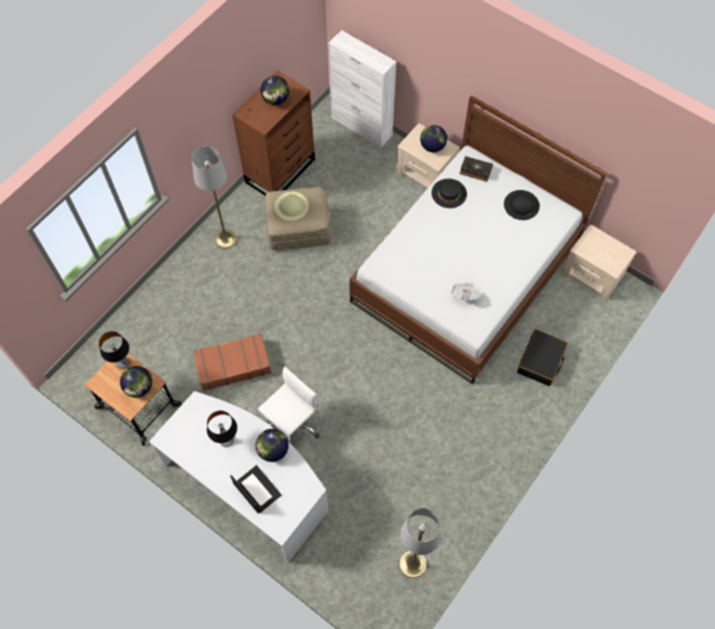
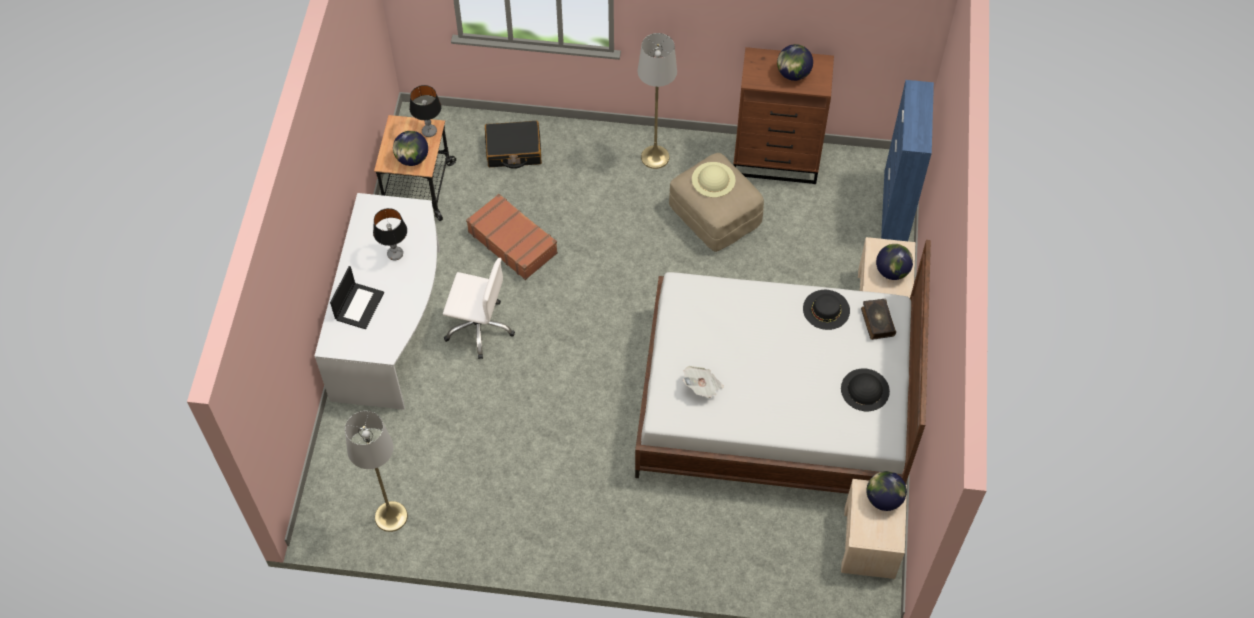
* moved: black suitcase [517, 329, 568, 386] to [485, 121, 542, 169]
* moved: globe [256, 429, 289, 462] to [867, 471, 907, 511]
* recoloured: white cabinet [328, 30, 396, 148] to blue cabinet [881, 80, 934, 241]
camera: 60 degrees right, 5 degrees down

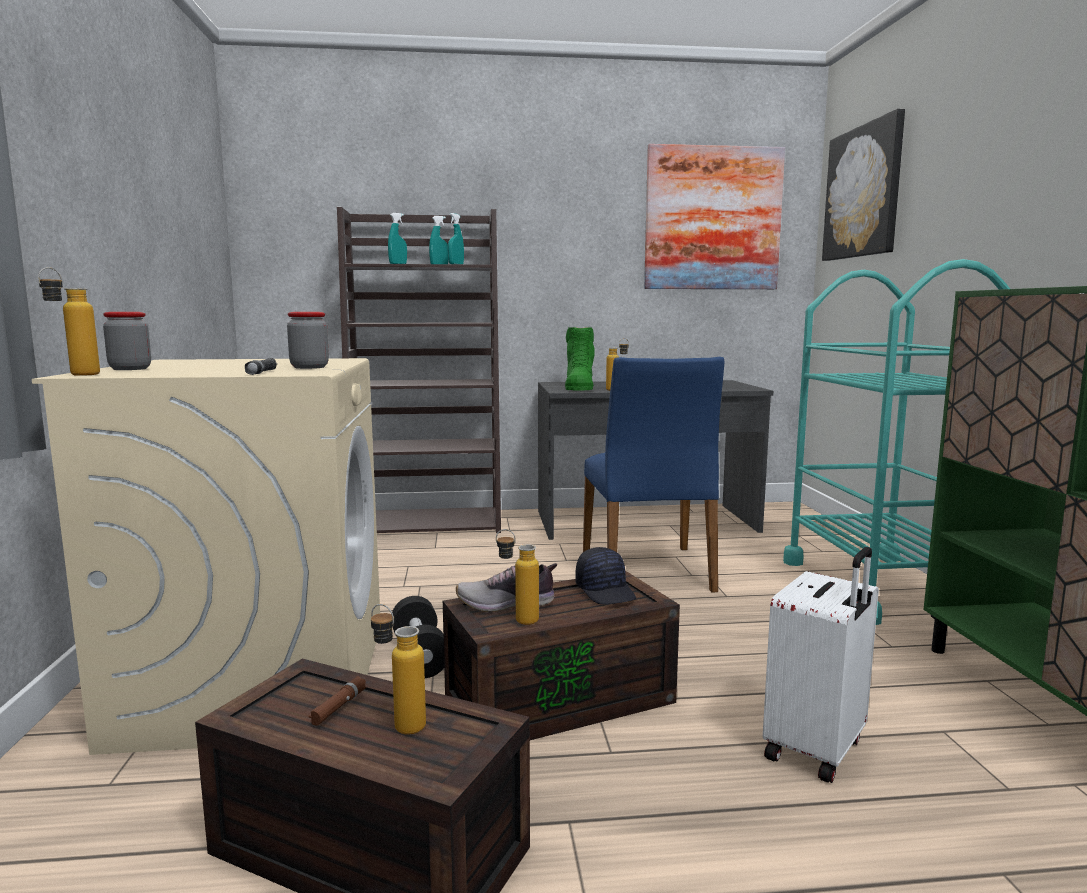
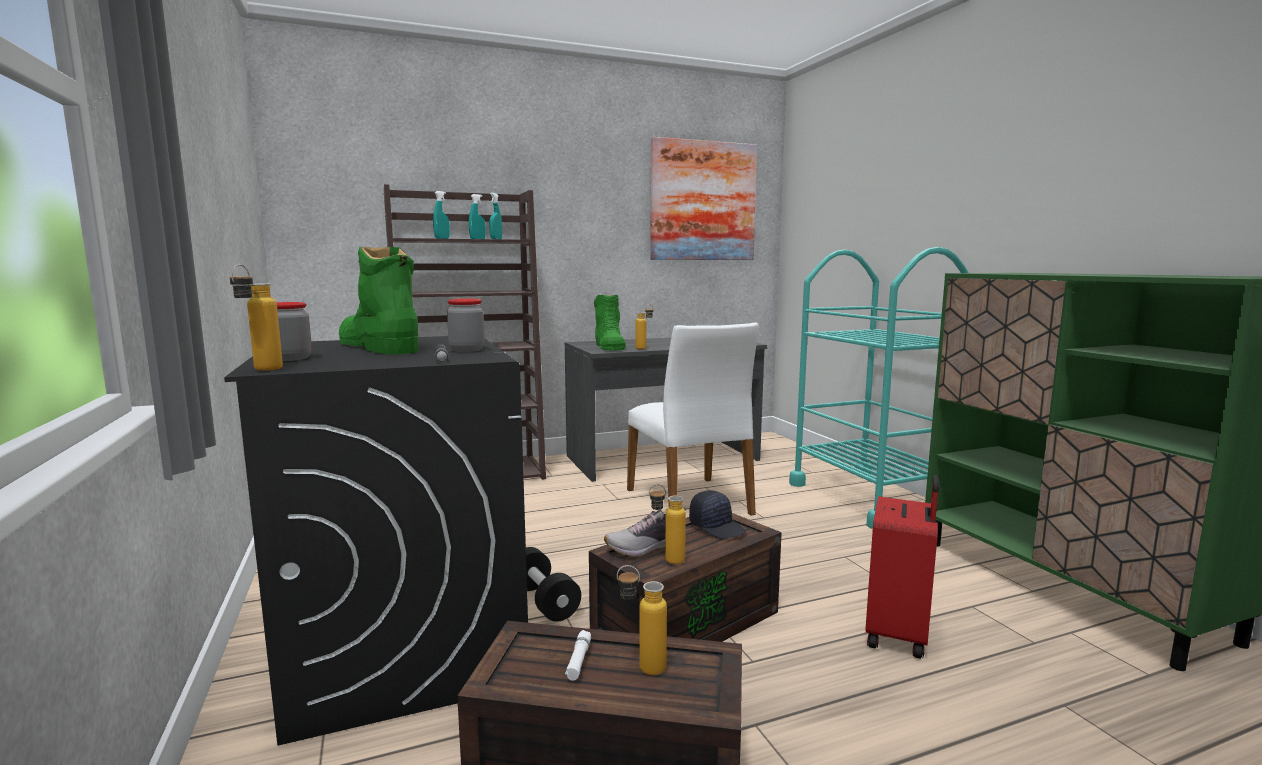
* recoloured: beige washing machine [32, 358, 380, 755] to black washing machine [224, 336, 528, 746]
* added: green boot [339, 246, 418, 354]
* recoloured: brown flashlight [308, 676, 366, 726] to white flashlight [565, 630, 591, 680]
* recoloured: blue chair [583, 357, 724, 592] to white chair [627, 322, 759, 516]
* recoloured: white suitcase [763, 547, 879, 783] to red suitcase [865, 475, 939, 659]
* removed: picture [822, 109, 905, 261]
camera: 15 degrees left, 0 degrees up

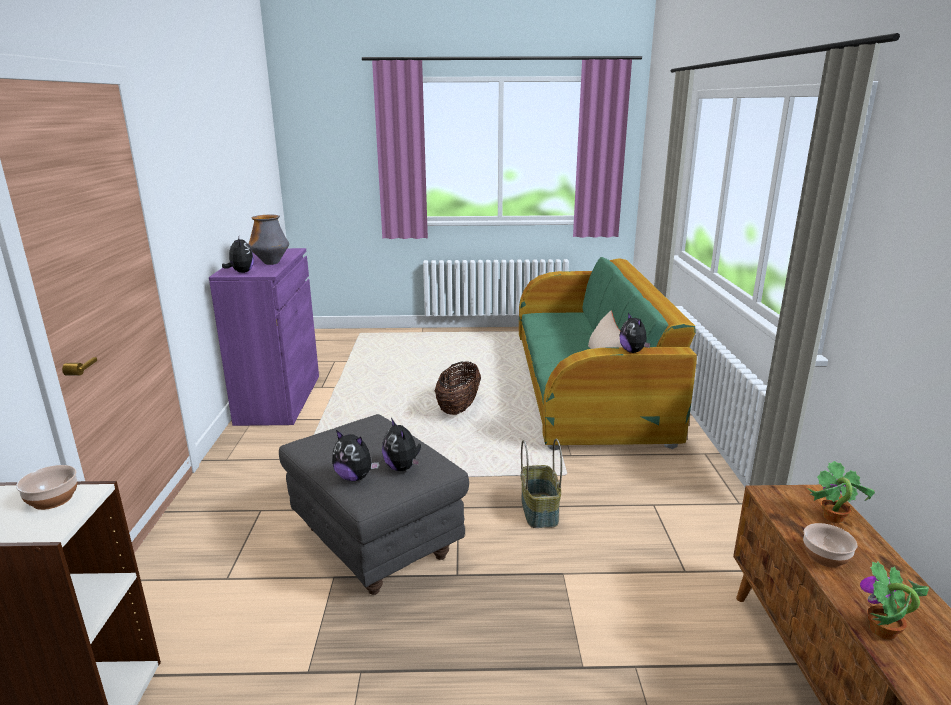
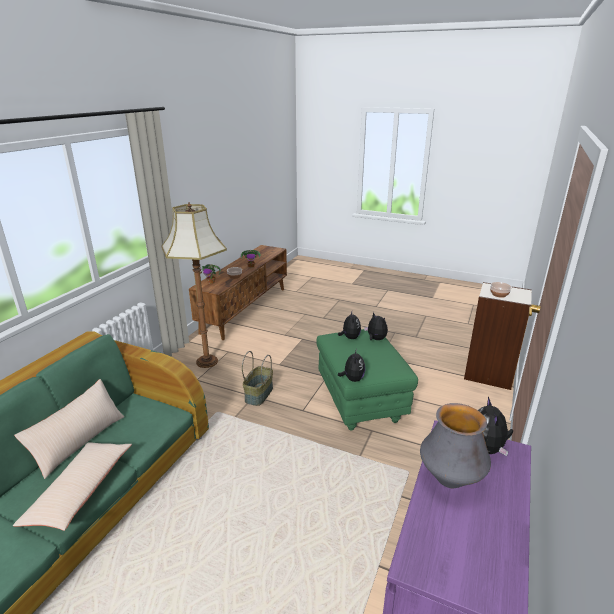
* added: beige pillow [13, 442, 132, 531]
* added: floor lamp [162, 202, 227, 368]
* recoloured: grey ottoman [279, 414, 469, 595] to green ottoman [316, 329, 418, 431]
* moved: plush toy [619, 313, 651, 353] to [338, 348, 365, 382]
* removed: basket [435, 361, 481, 415]
camera: 155 degrees left, 5 degrees up

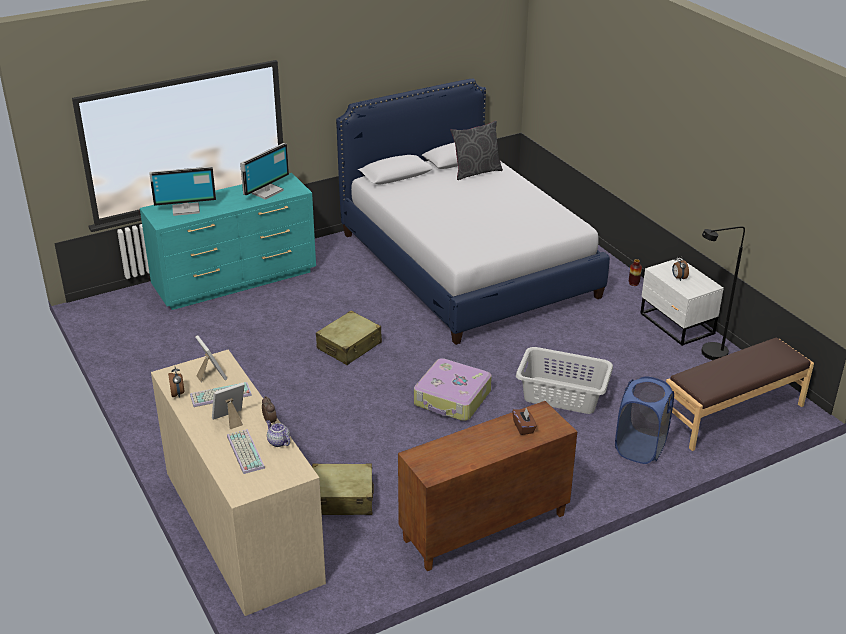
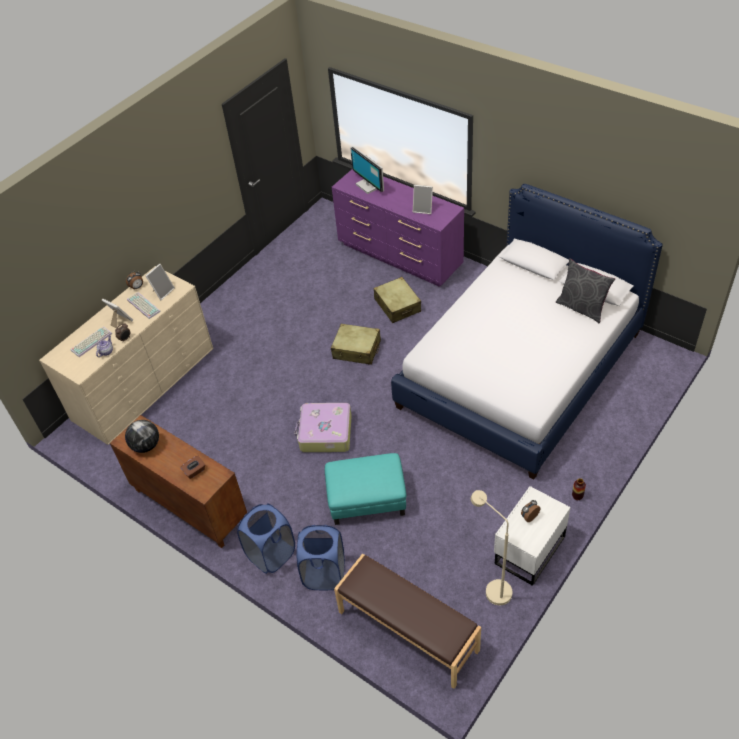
* added: globe [125, 420, 159, 453]
* added: blue laundry basket [237, 503, 295, 574]
* replaced: grey laundry basket [516, 347, 613, 414] to turquoise ottoman [325, 453, 406, 525]
* recoloured: turquoise dresser [140, 173, 316, 310] to purple dresser [332, 170, 464, 287]
* moved: beige suitcase [312, 463, 374, 515] to [374, 277, 421, 323]
* replaced: monitor [240, 143, 289, 200] to picture frame [413, 185, 433, 214]
* recoloured: black floor lamp [701, 226, 745, 360] to beige floor lamp [471, 490, 512, 605]
camera: 70 degrees right, 15 degrees up

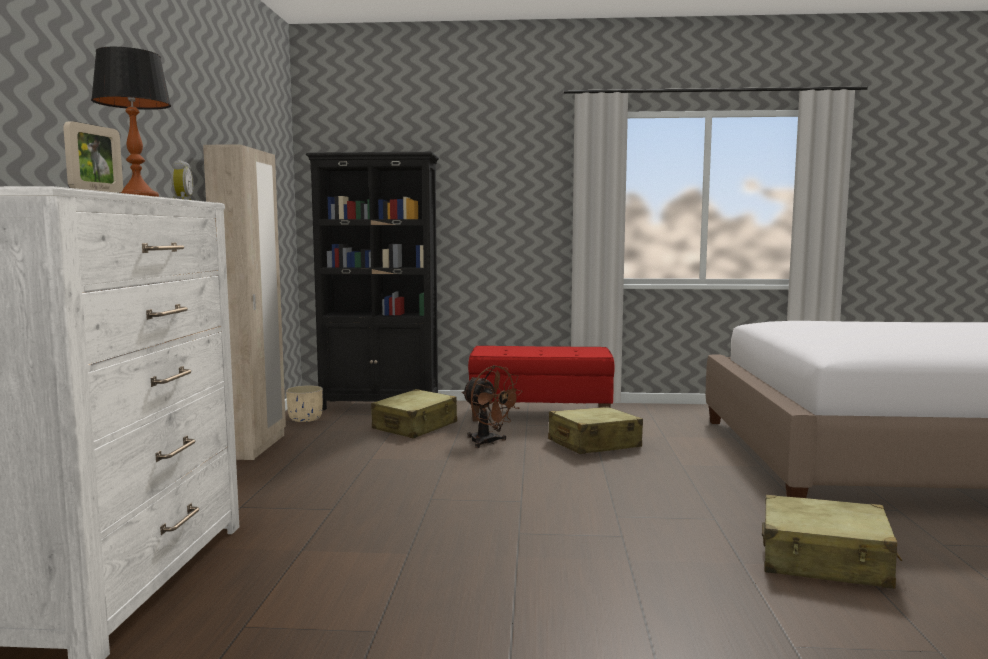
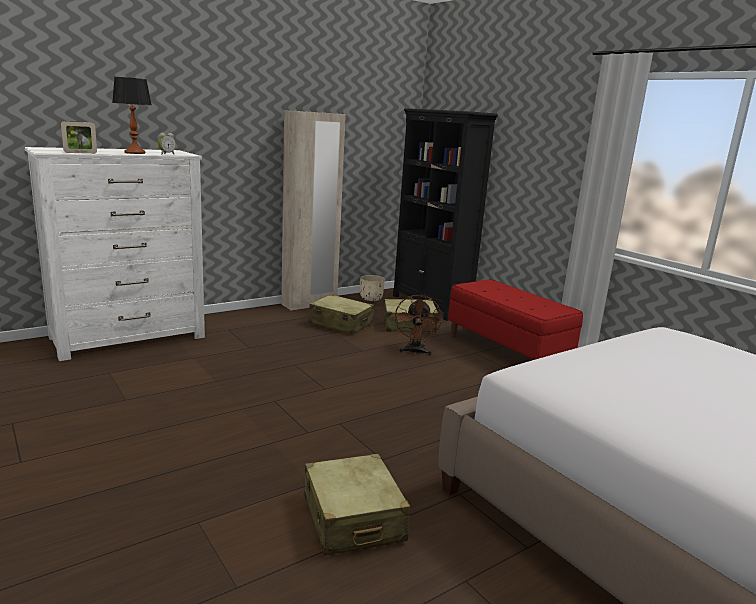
* moved: beige suitcase [548, 407, 643, 454] to [309, 294, 374, 335]
camera: 50 degrees right, 10 degrees up

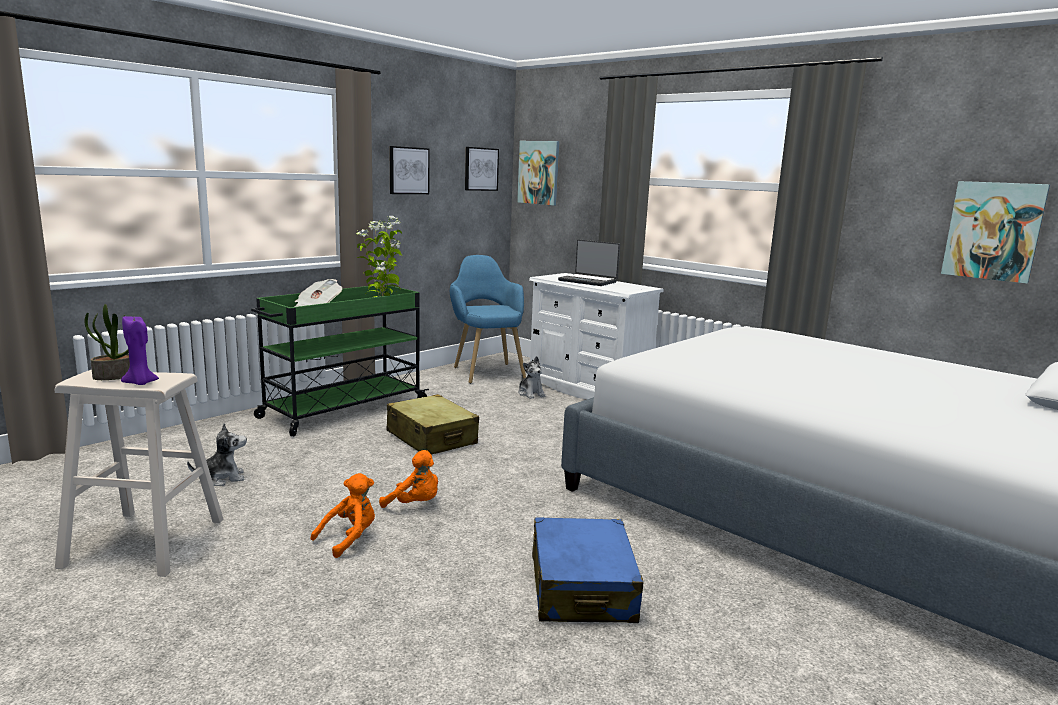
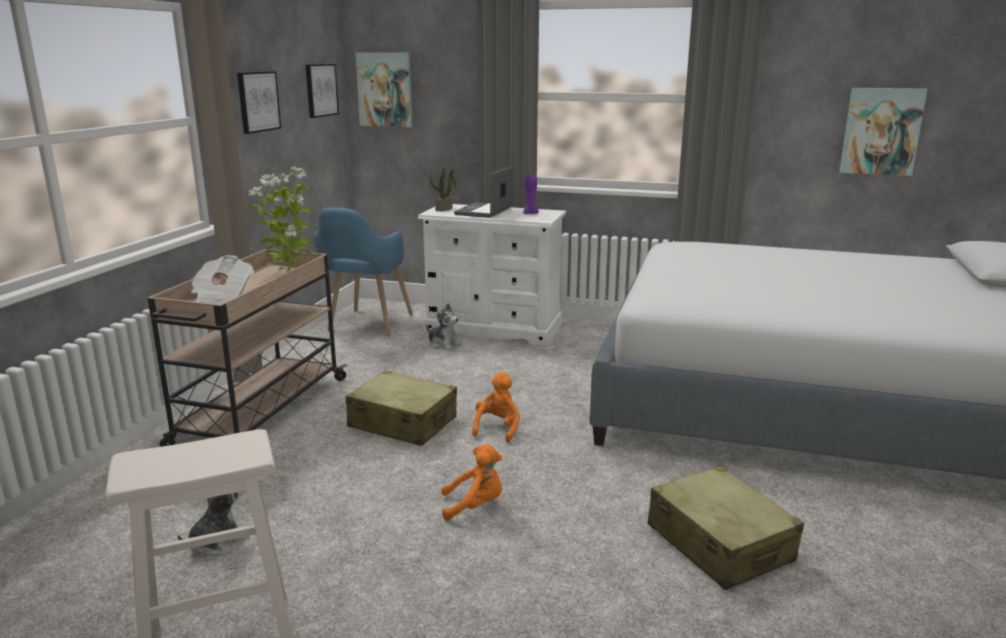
* recoloured: green cart [251, 285, 429, 436] to beige cart [147, 249, 348, 447]
* turned: blue armchair [450, 255, 526, 384] = [314, 208, 413, 336] 120 degrees counterclockwise
* moved: potted plant [85, 304, 130, 380] to [430, 166, 456, 211]
* turned: laptop [558, 239, 620, 286] = [454, 166, 512, 218] 105 degrees clockwise
* moved: orange plush toy [311, 473, 375, 558] to [472, 372, 520, 443]
* moved: purple candle [121, 316, 159, 385] to [523, 174, 539, 214]
* recoloured: blue suitcase [532, 517, 644, 623] to beige suitcase [647, 466, 804, 590]
camera: 25 degrees left, 5 degrees up

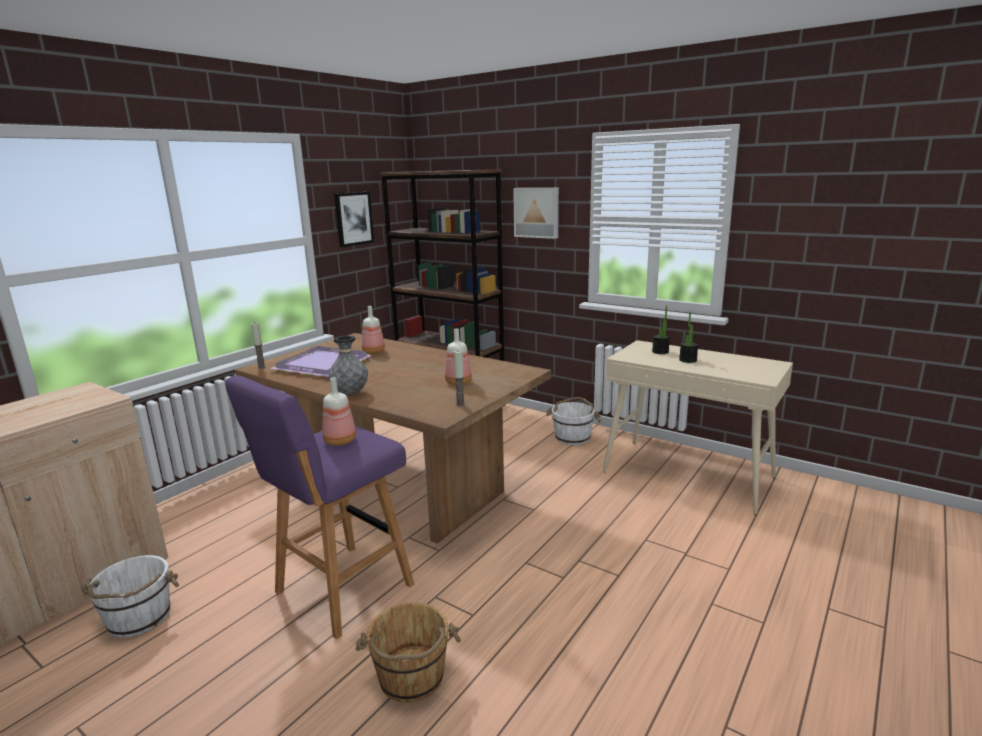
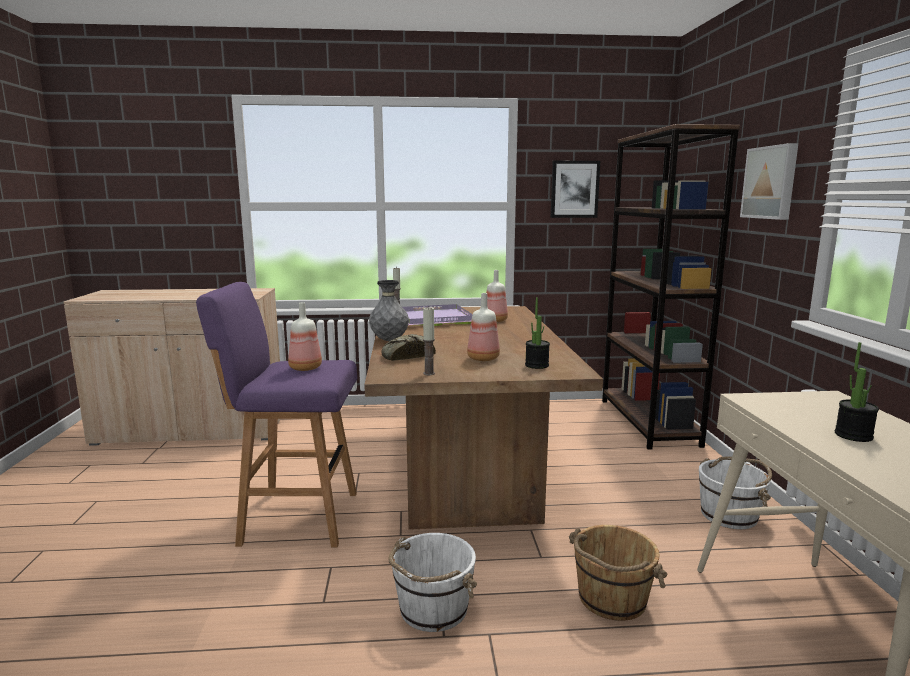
* added: bread [381, 334, 436, 361]
* moved: white bucket [81, 555, 179, 638] to [388, 533, 477, 632]
* moved: potted plant [652, 305, 670, 354] to [525, 297, 550, 369]
* moved: brown bucket [355, 603, 461, 703] to [569, 525, 668, 621]
camera: 50 degrees right, 5 degrees down

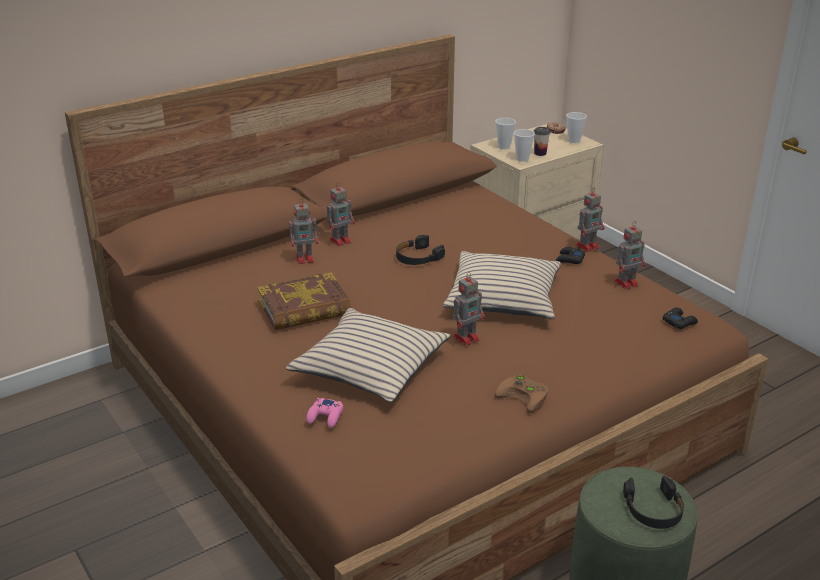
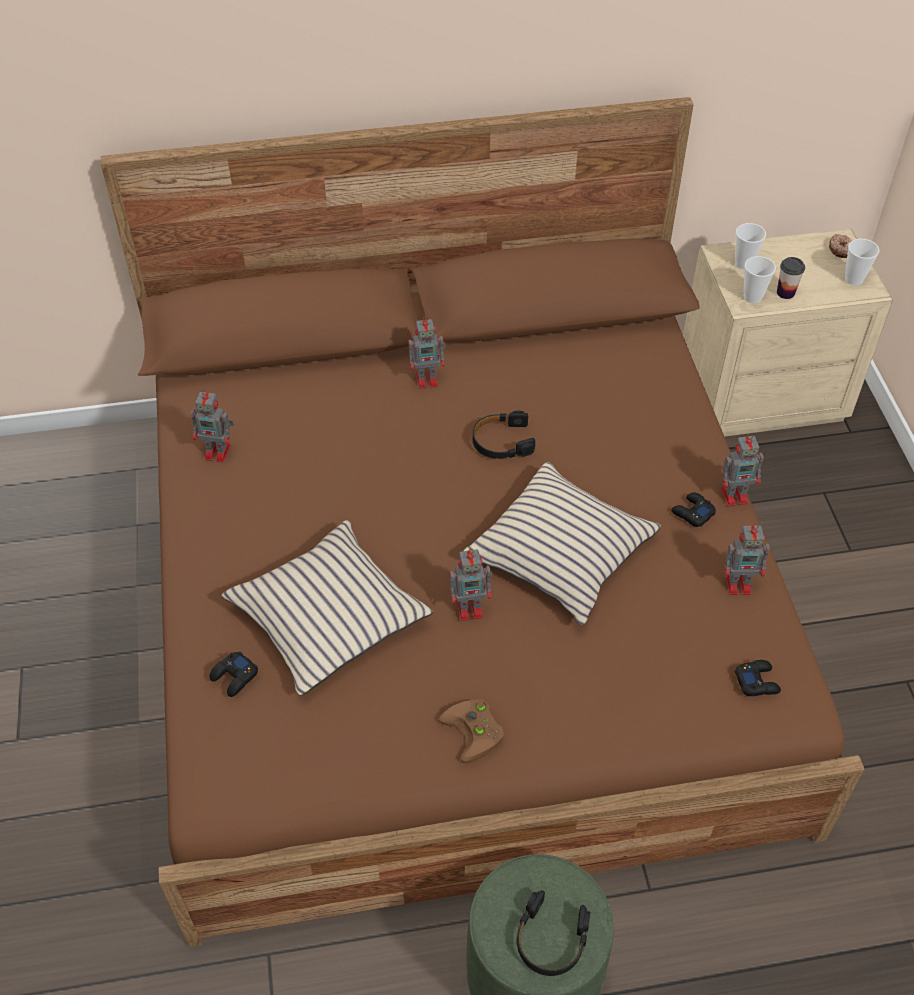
* moved: toy robot [289, 198, 318, 264] to [191, 390, 234, 463]
* recoloured: pink game controller [306, 398, 343, 428] to black game controller [210, 651, 258, 697]
* removed: book [258, 272, 351, 330]
camera: 25 degrees right, 20 degrees up

